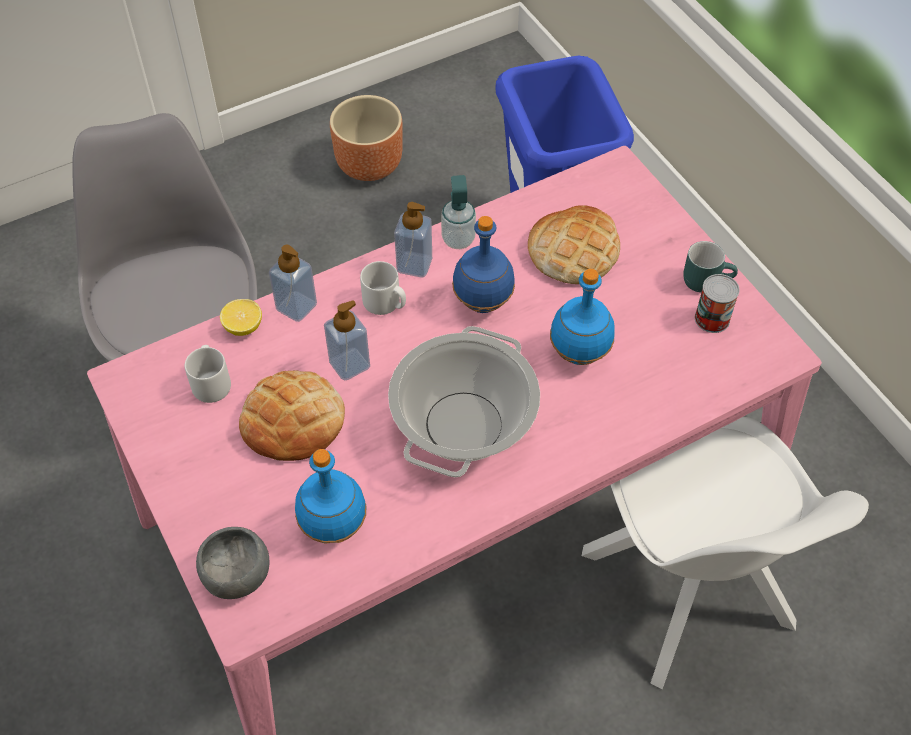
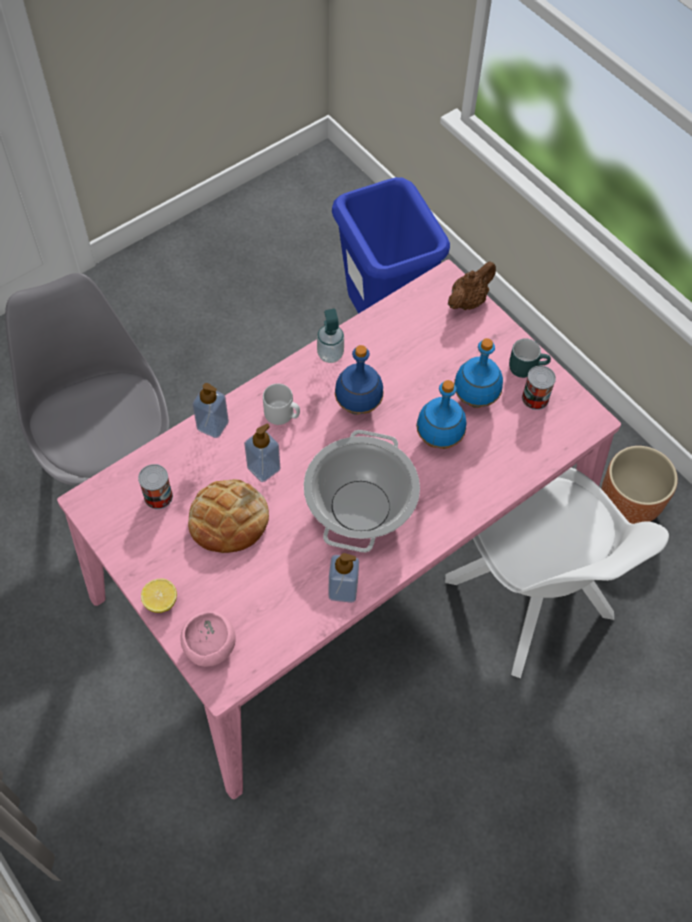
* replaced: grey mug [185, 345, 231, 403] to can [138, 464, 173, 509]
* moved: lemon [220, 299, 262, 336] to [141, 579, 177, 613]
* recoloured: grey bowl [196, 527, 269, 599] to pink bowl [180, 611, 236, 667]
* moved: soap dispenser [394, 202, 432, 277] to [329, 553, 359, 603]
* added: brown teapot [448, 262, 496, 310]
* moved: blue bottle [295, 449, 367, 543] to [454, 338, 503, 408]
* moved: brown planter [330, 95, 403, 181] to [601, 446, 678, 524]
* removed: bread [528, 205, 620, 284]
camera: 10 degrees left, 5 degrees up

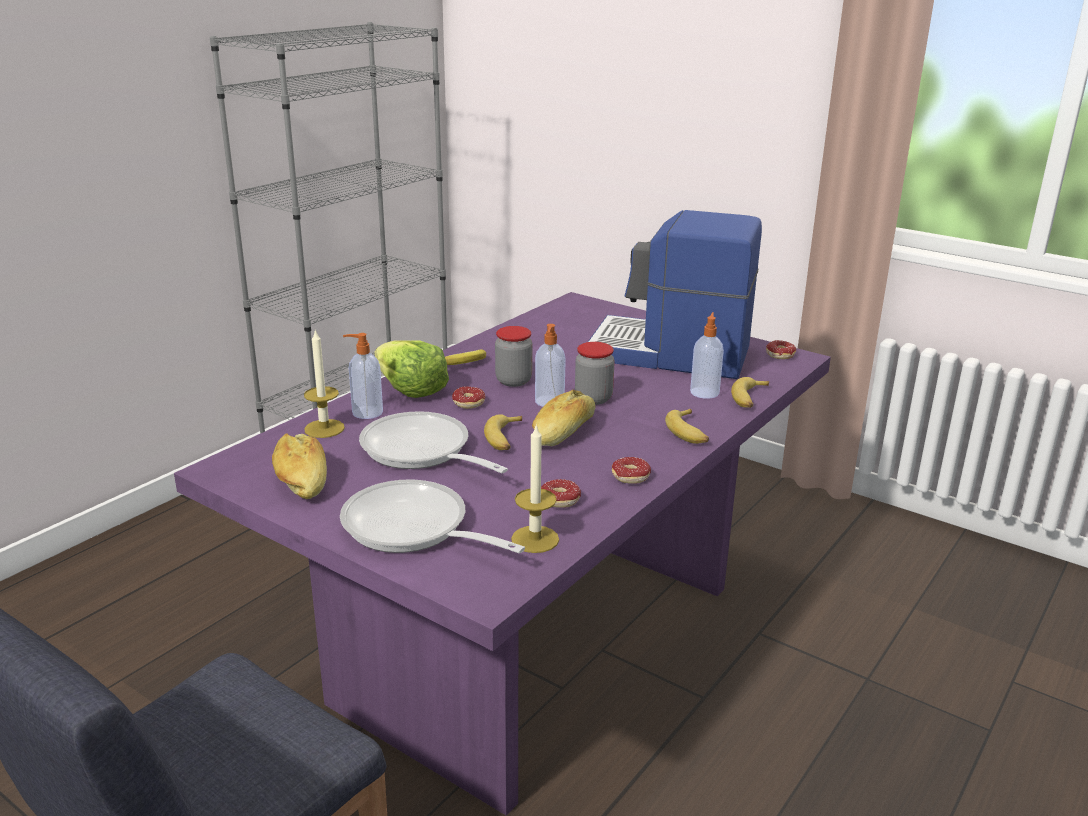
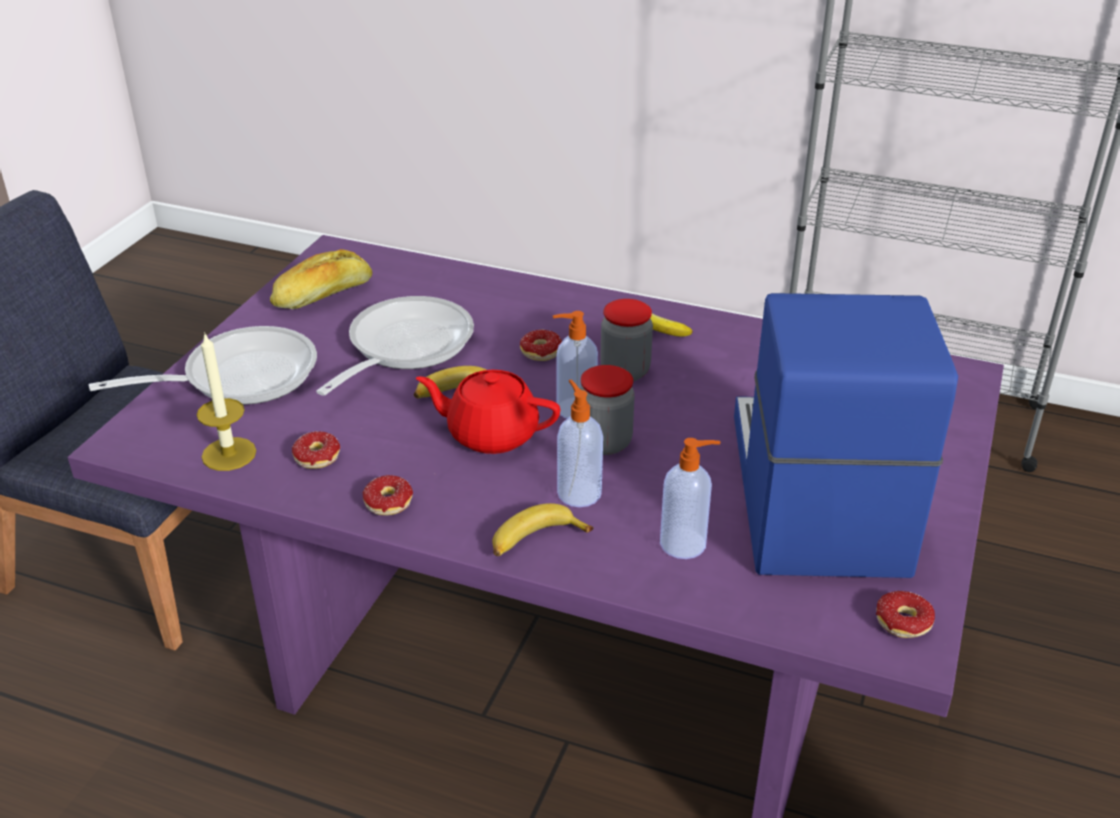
* turned: frying pan [340, 479, 525, 553] = [89, 326, 317, 405] 45 degrees clockwise
* replaced: bread [532, 390, 595, 446] to red teapot [416, 370, 560, 454]
* moved: soap dispenser [343, 333, 383, 419] to [557, 380, 603, 507]
* removed: candle [304, 329, 345, 438]
* removed: lettuce [374, 340, 449, 398]
* removed: banana [731, 377, 769, 408]
camera: 75 degrees right, 10 degrees up

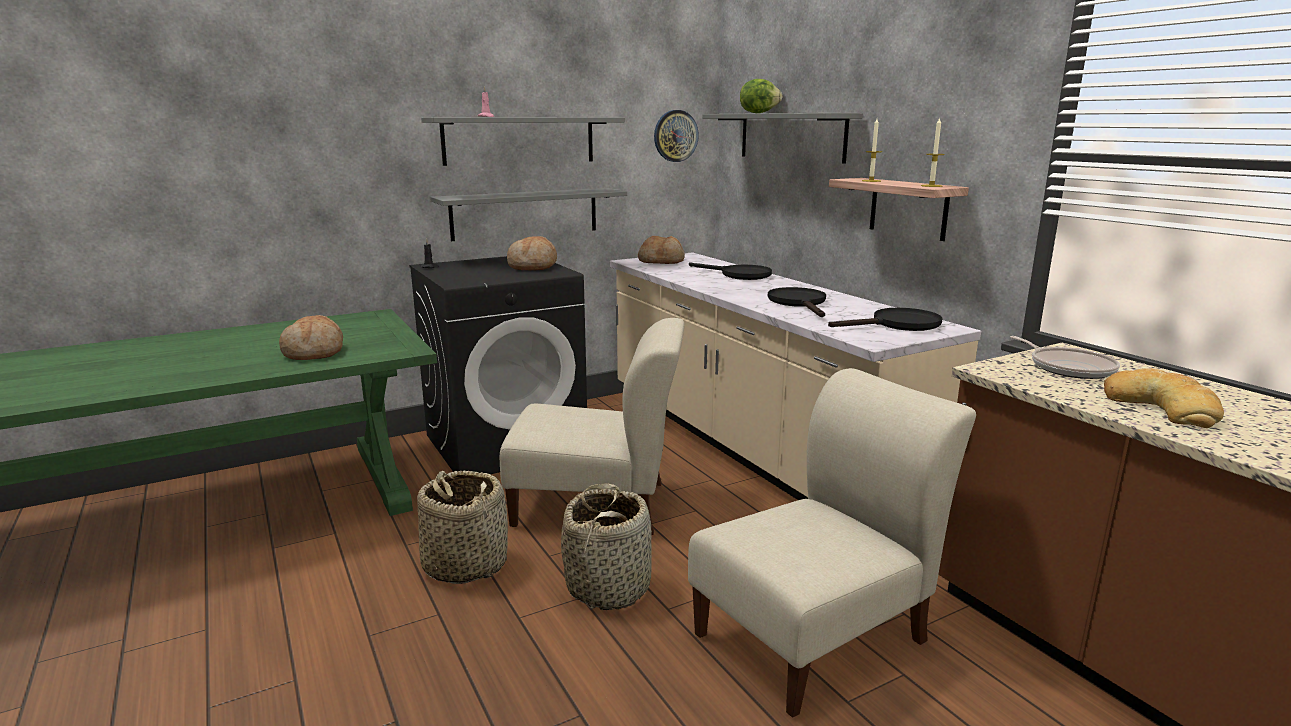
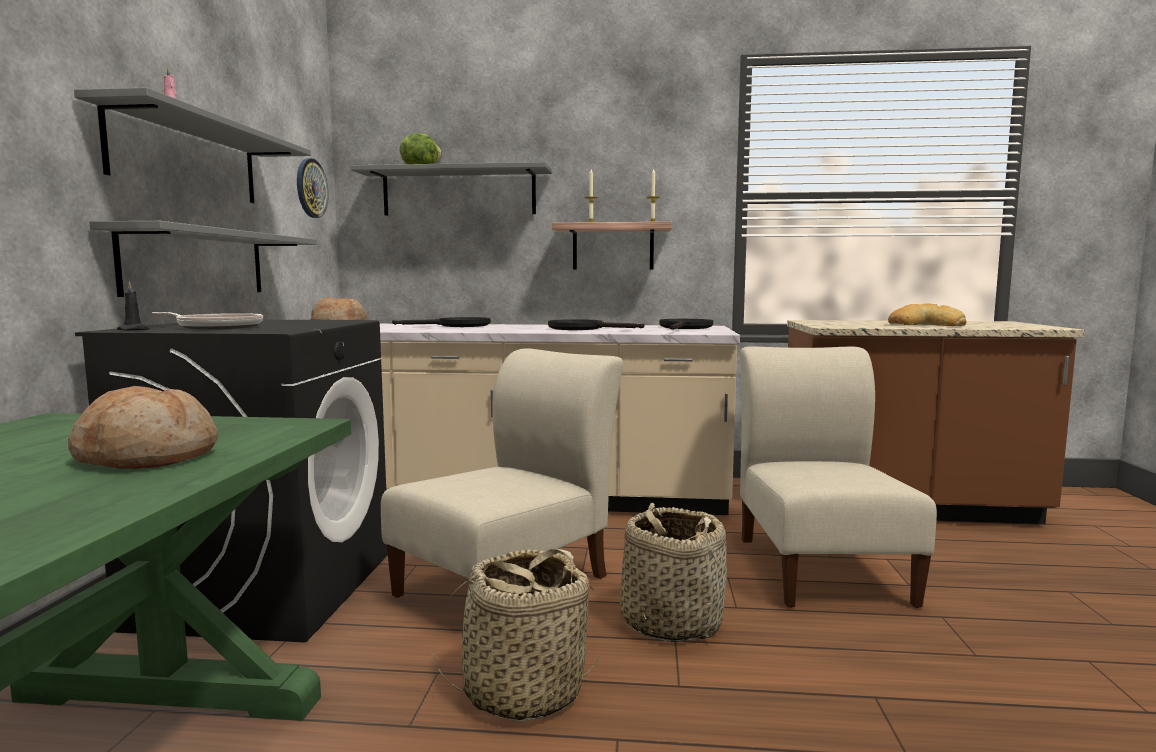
* moved: frying pan [1010, 336, 1120, 379] to [152, 312, 263, 330]
* removed: bread [507, 236, 557, 270]
camera: 55 degrees left, 10 degrees down

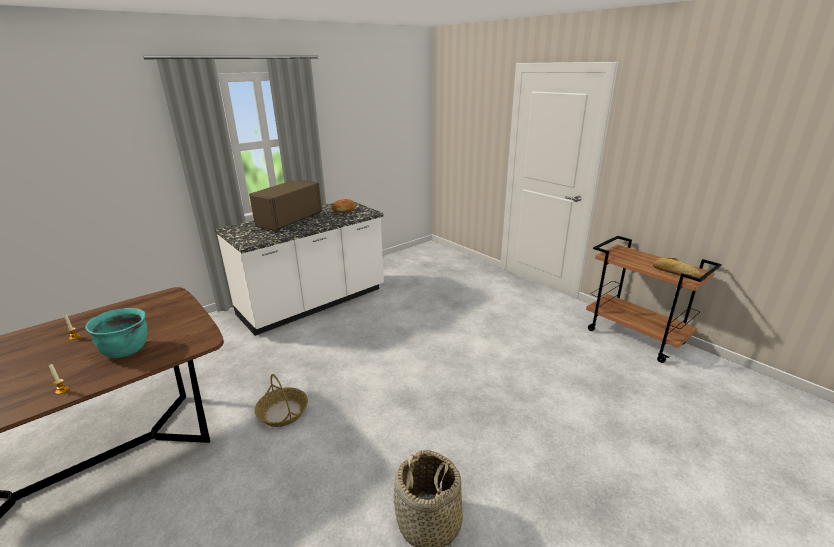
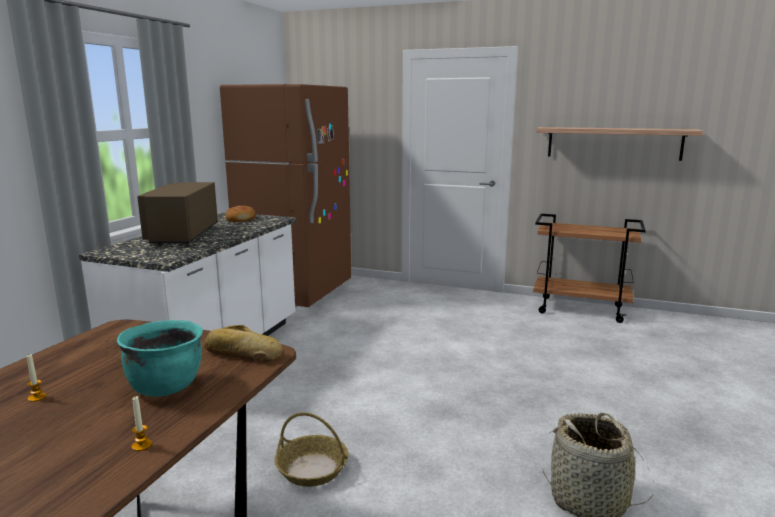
* moved: bread [653, 257, 700, 278] to [204, 325, 283, 362]
* added: brown fridge [220, 84, 351, 308]
* added: shelf [536, 127, 703, 161]
camera: 30 degrees left, 10 degrees down

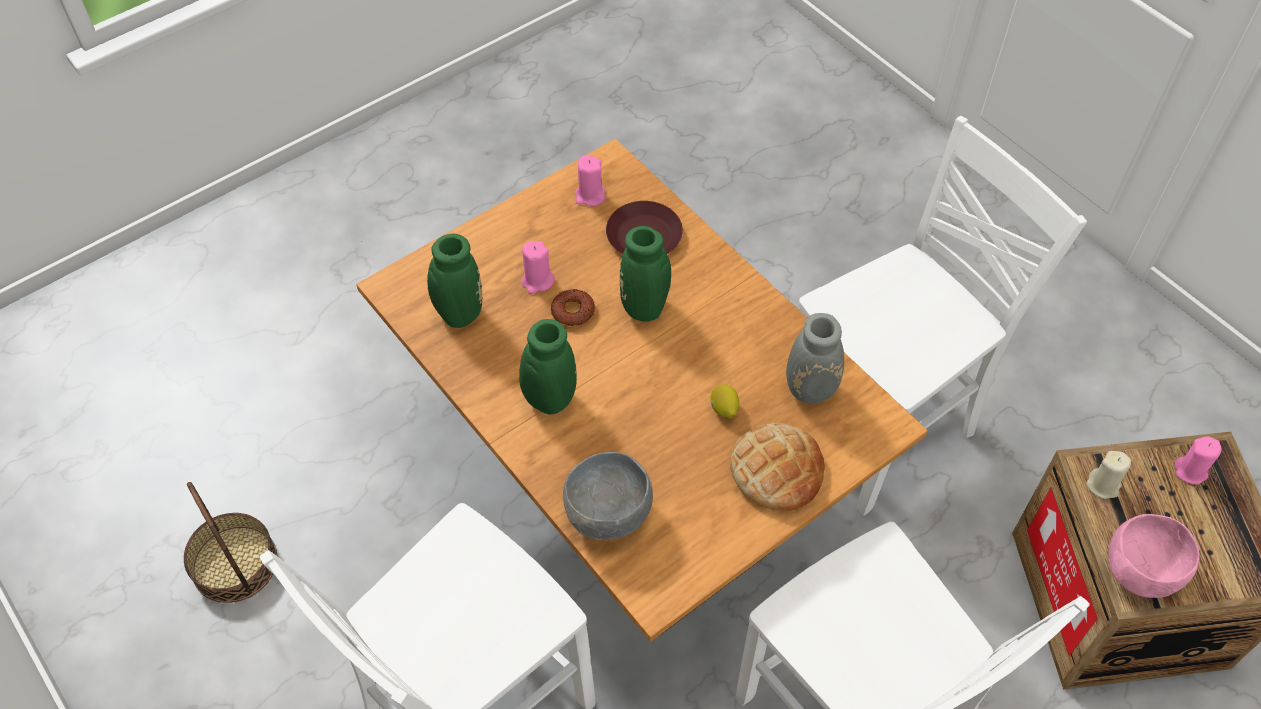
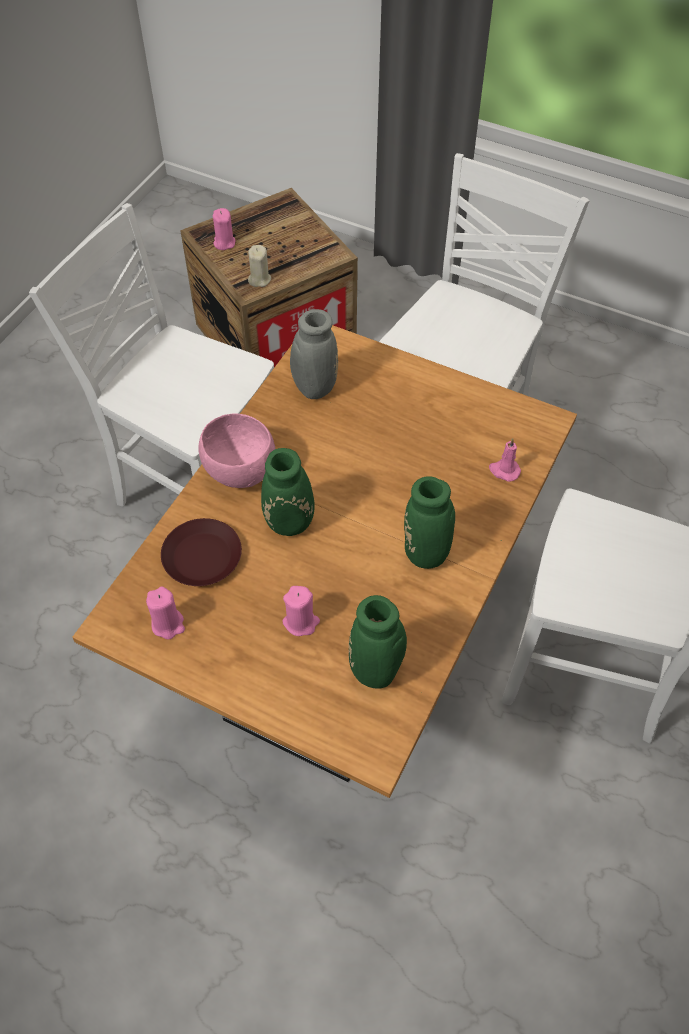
* moved: pink bowl [1108, 514, 1200, 598] to [198, 413, 275, 488]
* replaced: grey bowl [563, 452, 653, 540] to pink candle [489, 438, 521, 482]
* removed: basket [184, 482, 277, 603]
* removed: donut [551, 289, 595, 326]
* removed: lemon [710, 385, 739, 418]
* removed: bread [730, 423, 825, 511]
camera: 115 degrees left, 0 degrees up

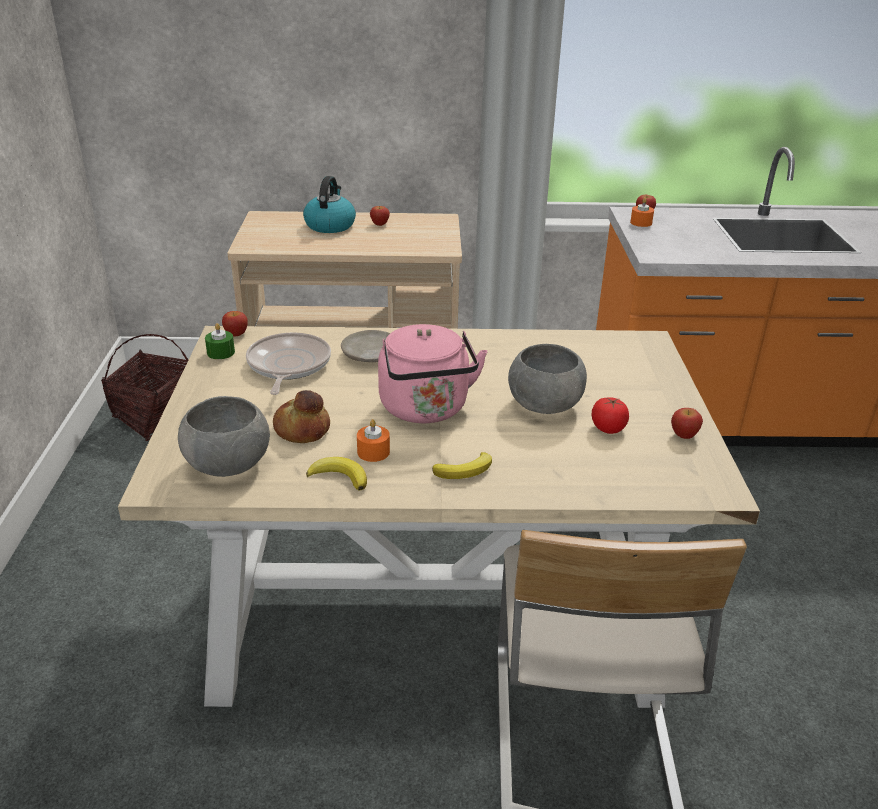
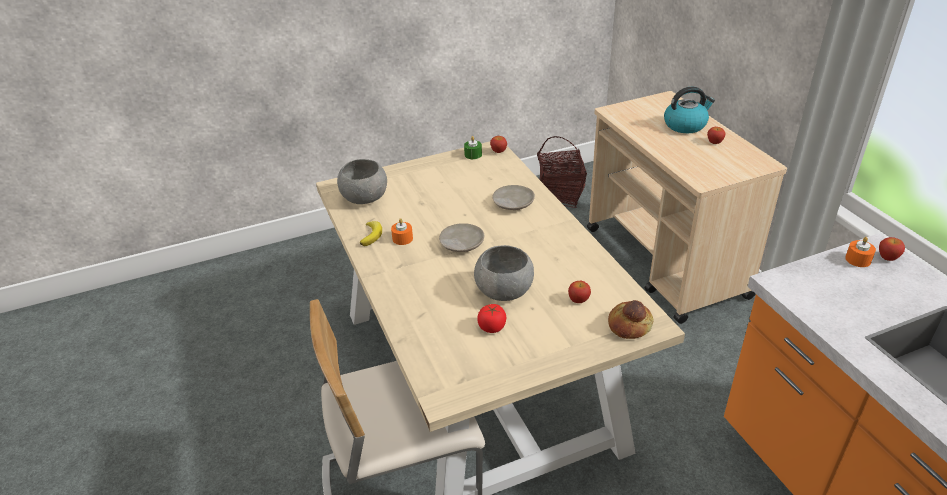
* replaced: pink kettle [378, 324, 487, 423] to beige plate [439, 223, 484, 252]
* moved: apple [671, 408, 703, 439] to [568, 281, 591, 303]
* moved: bread [273, 390, 330, 443] to [608, 300, 654, 339]
* removed: frying pan [246, 332, 331, 395]
* removed: banana [432, 452, 492, 479]
camera: 70 degrees right, 5 degrees up

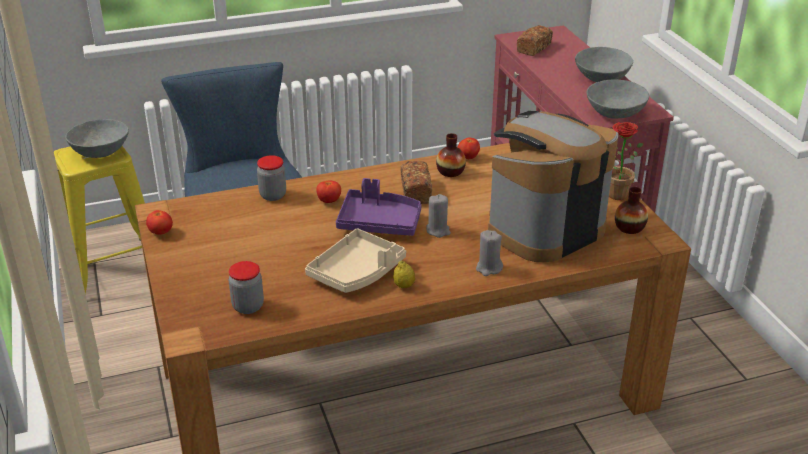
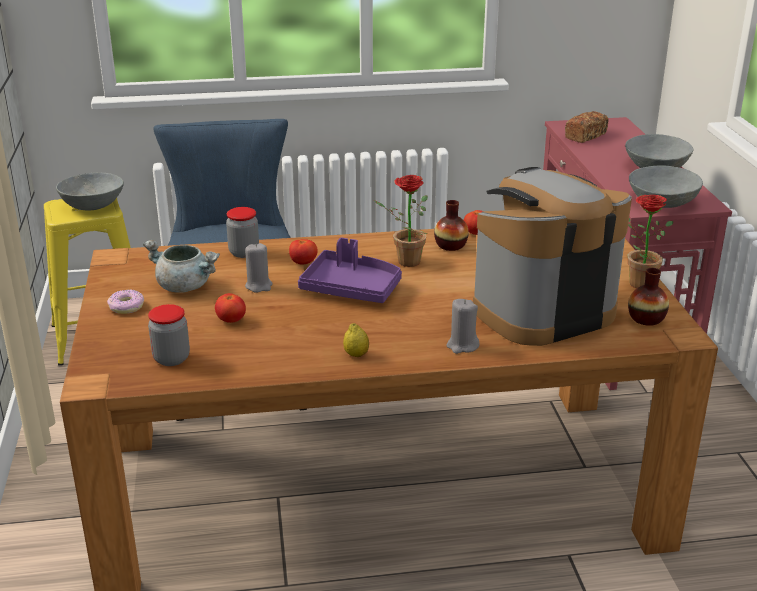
* added: donut [107, 289, 144, 314]
* added: grey cooking pot [143, 240, 220, 293]
* moved: tomato [146, 210, 173, 235] to [215, 293, 246, 323]
* moved: grey candle [426, 194, 451, 238] to [245, 243, 273, 293]
* replaced: bread [400, 161, 432, 204] to potted plant [374, 175, 428, 267]
* removed: beige tray [305, 229, 406, 293]
camera: 10 degrees right, 5 degrees down

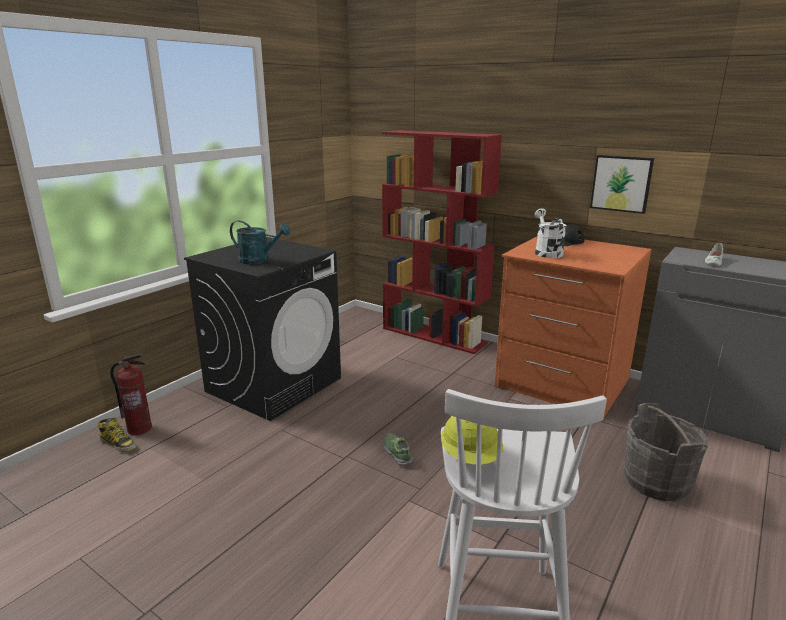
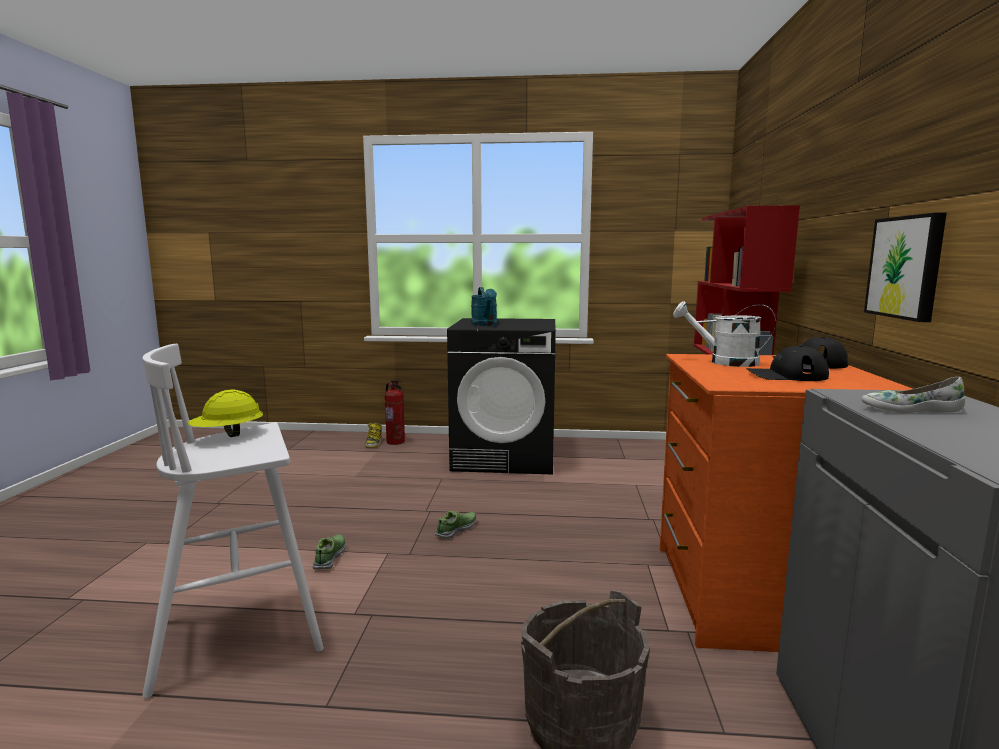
* added: shoe [313, 534, 346, 569]
* turned: white watering can [535, 208, 567, 258] = [673, 301, 776, 367] 120 degrees counterclockwise
* added: black cap [746, 345, 829, 381]
camera: 60 degrees right, 10 degrees down

